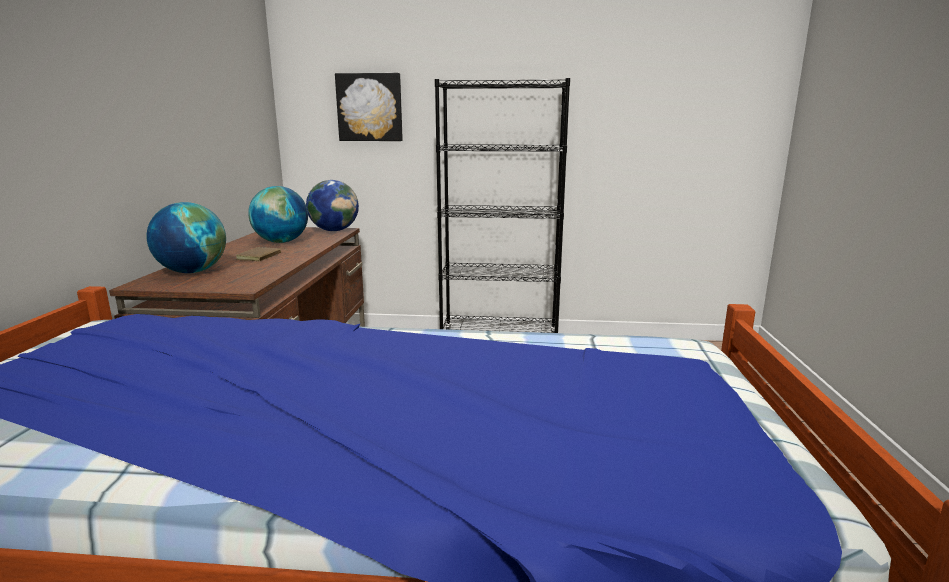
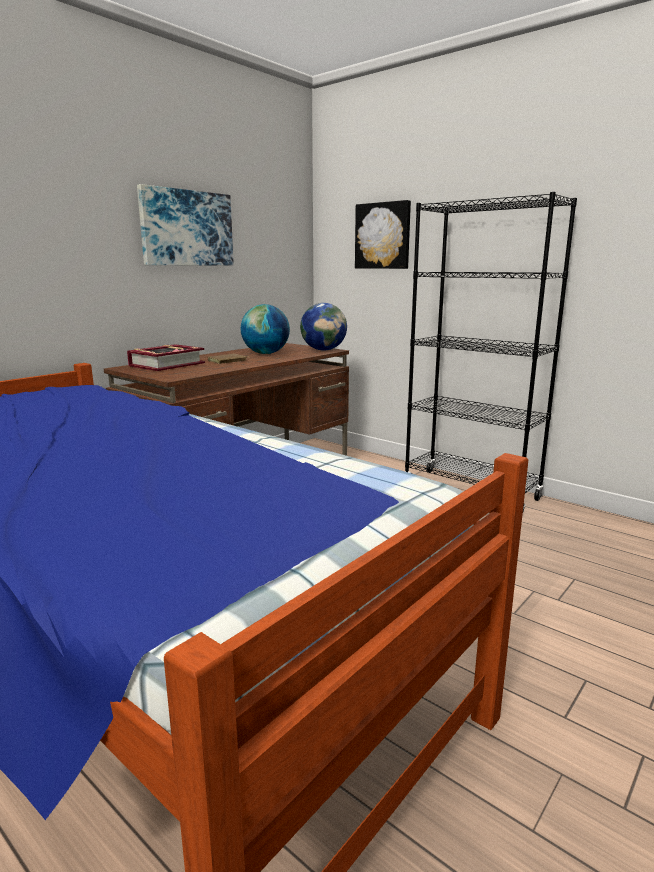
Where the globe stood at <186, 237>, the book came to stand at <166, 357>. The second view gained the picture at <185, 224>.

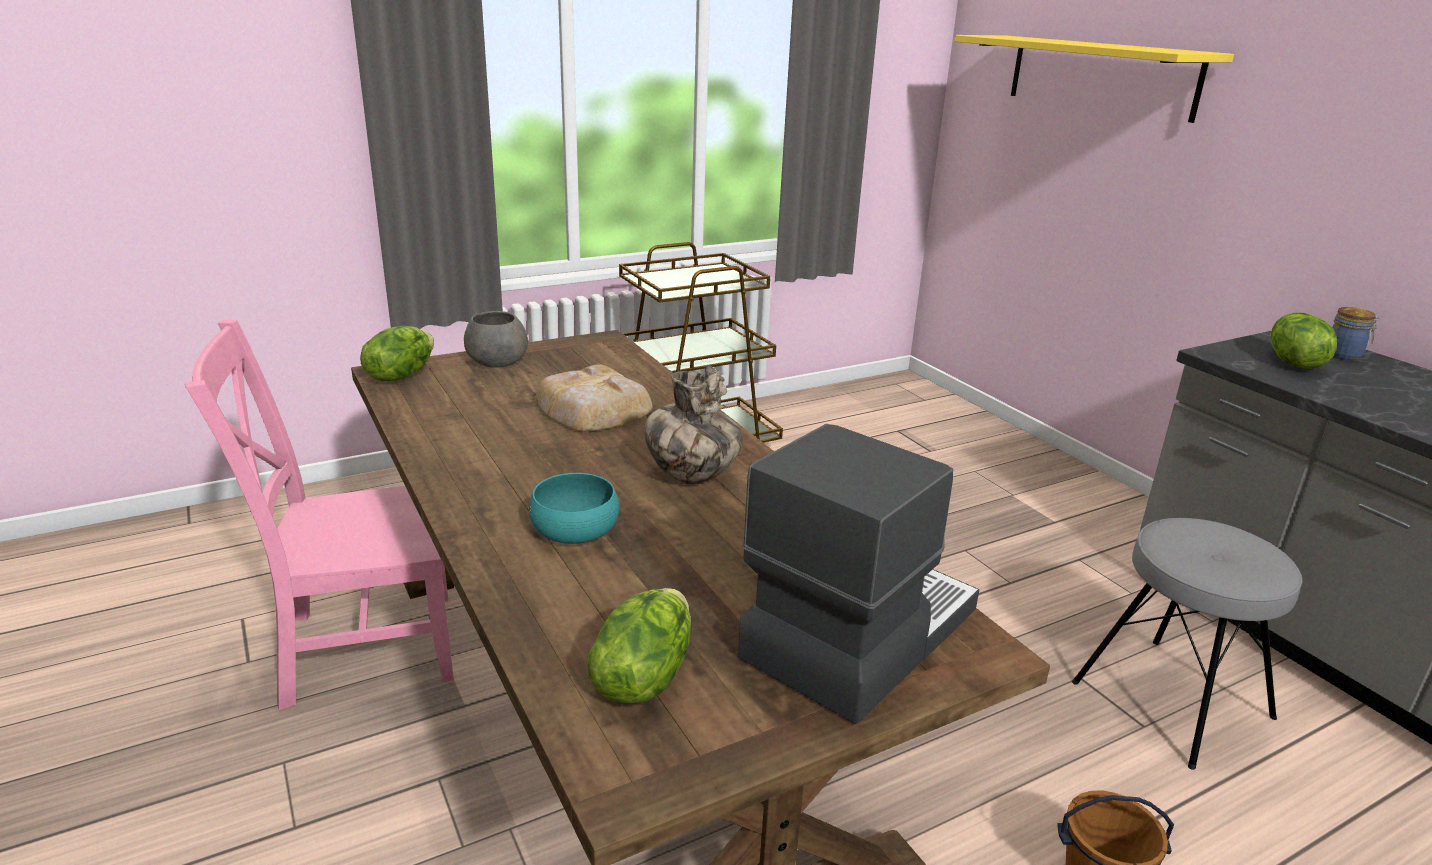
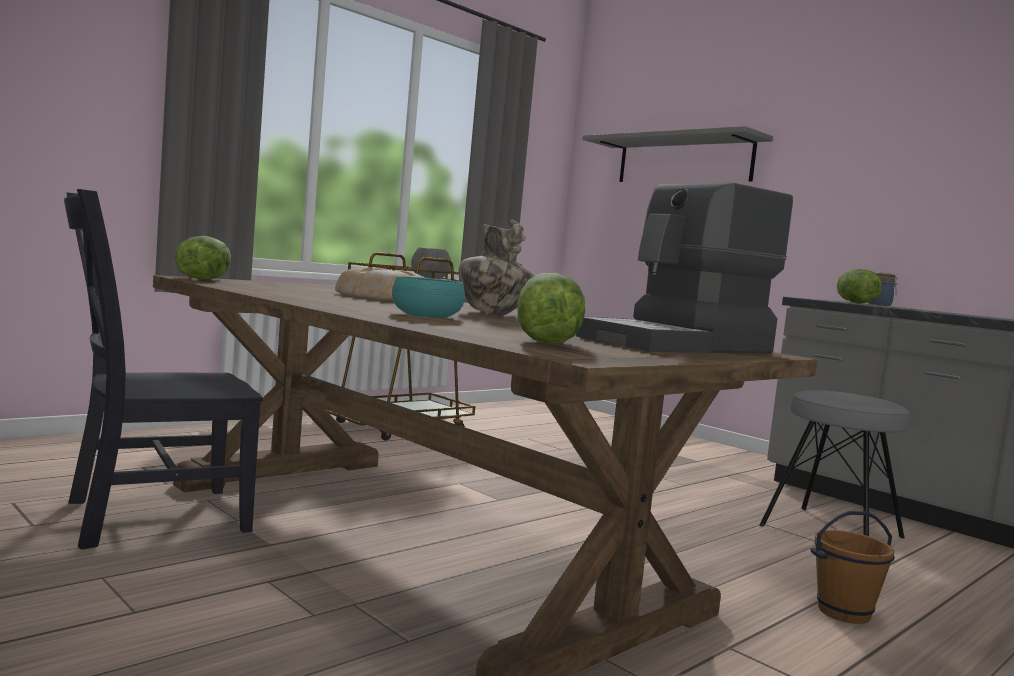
What was the chair (pink) at <319, 515> turned into the chair (black) at <163, 369>. The bowl (grey) ended up elsewhere, having gone from <496, 339> to <431, 262>. The coffee machine at <858, 574> ended up facing another way, 150 degrees counterclockwise from before. What was the shelf (yellow) at <1094, 79> turned into the shelf (grey) at <678, 154>.

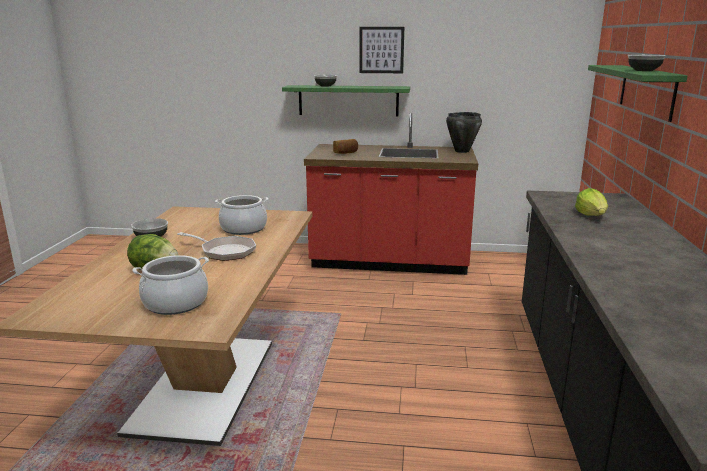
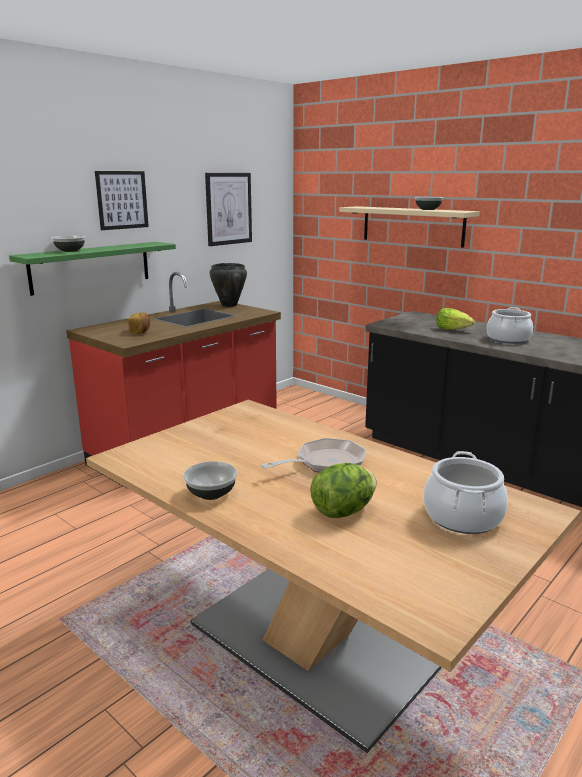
The second view gained the picture at <228, 209>. What was the shelf (green) at <637, 93> turned into the shelf (beige) at <409, 227>. The cooking pot ended up elsewhere, having gone from <241, 215> to <510, 325>.

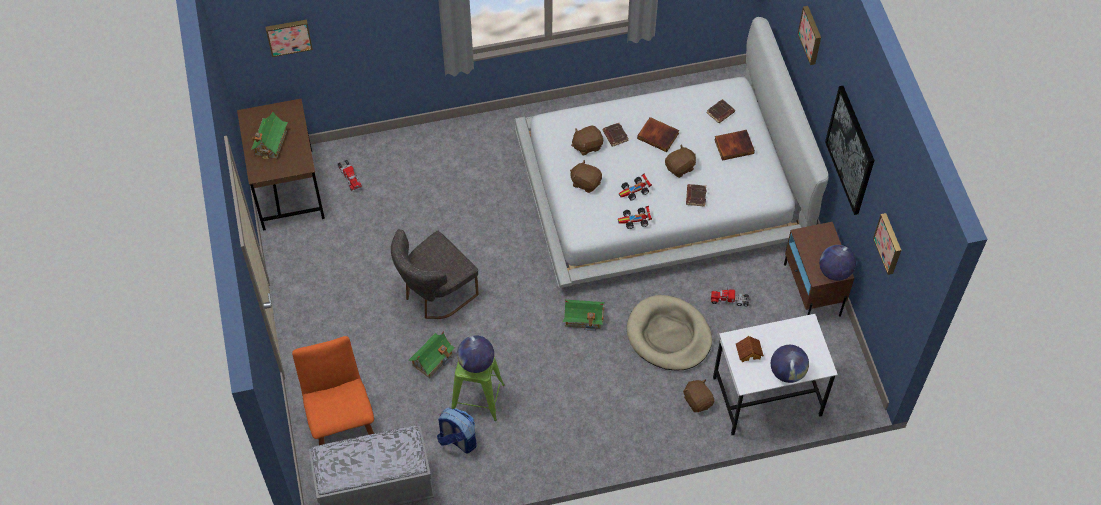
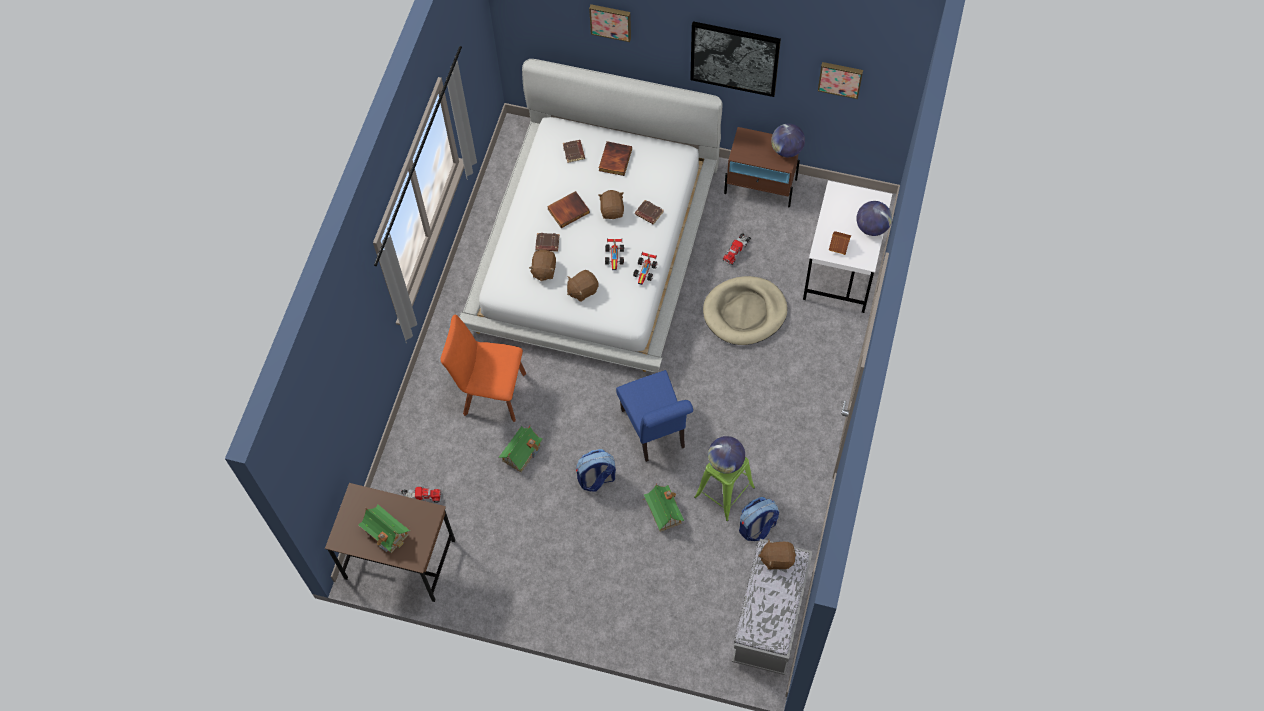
The chair (orange) ended up elsewhere, having gone from <333, 390> to <483, 368>. The toy house ended up elsewhere, having gone from <584, 315> to <520, 449>. Where the chair (grey) stood at <435, 274>, the backpack came to stand at <596, 470>. The second view gained the chair (blue) at <654, 416>. The plush toy (brown) ended up elsewhere, having gone from <698, 395> to <777, 554>. The second view lost the picture at <289, 38>.

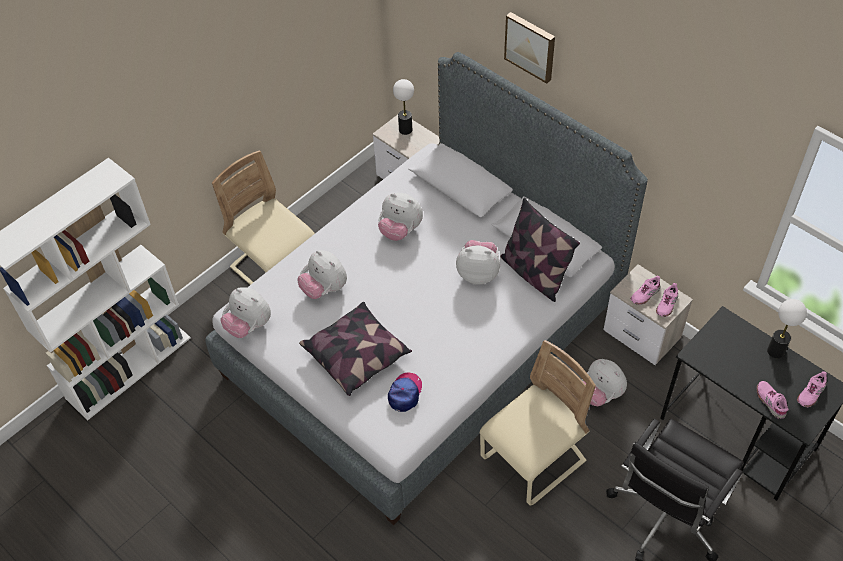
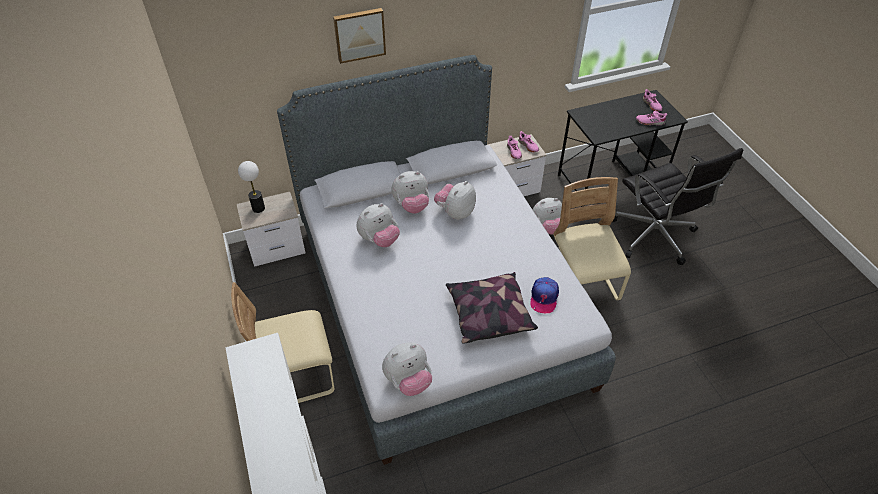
The plush toy ended up elsewhere, having gone from <322, 274> to <410, 192>. The cap at <405, 392> ended up facing another way, 120 degrees counterclockwise from before. The second view lost the pillow at <540, 250>. The second view lost the table lamp at <787, 328>.

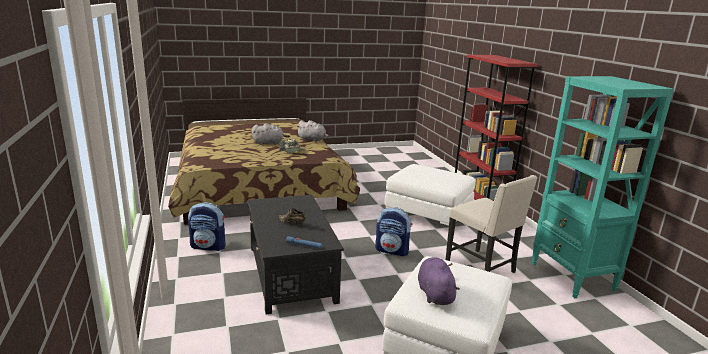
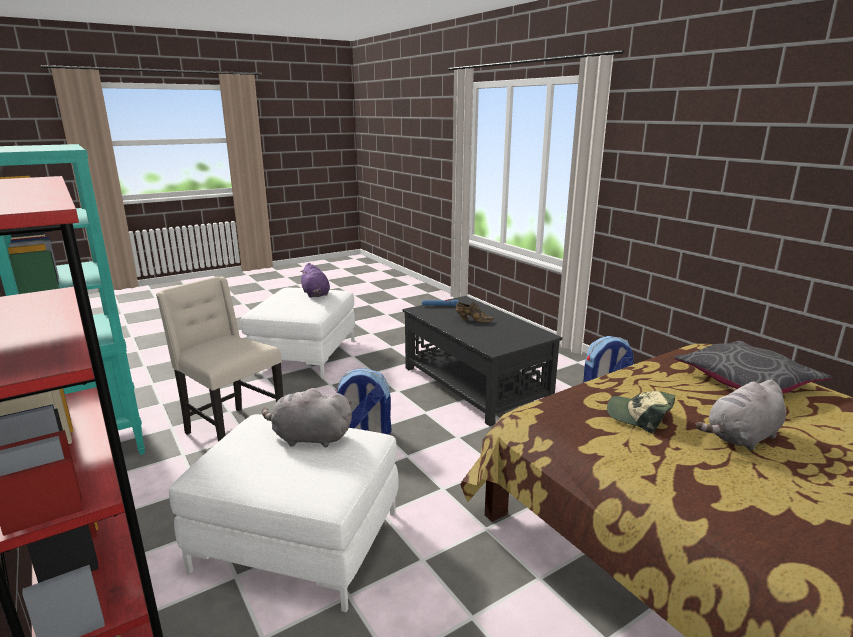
The plush toy (grey) ended up elsewhere, having gone from <313, 131> to <307, 417>. The second view gained the pillow (grey) at <753, 367>.

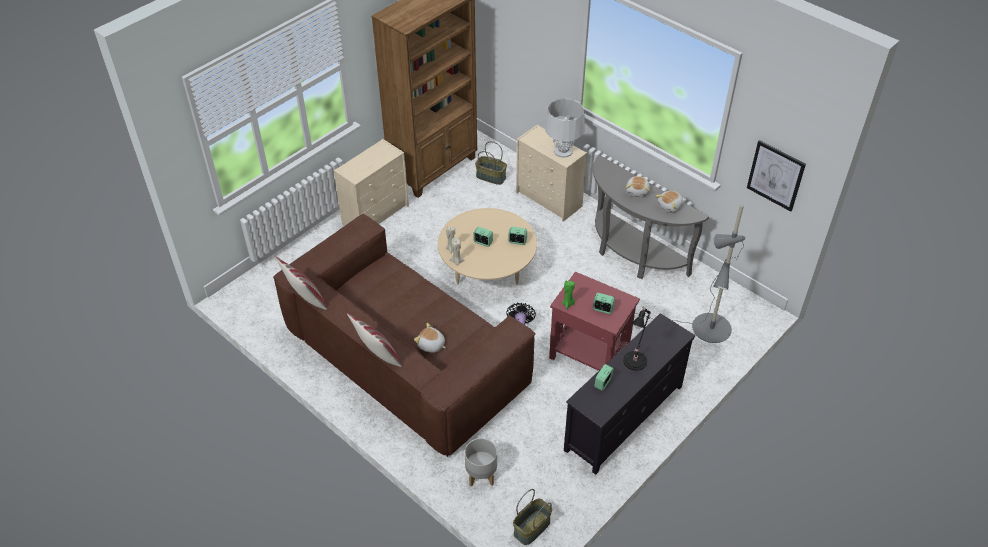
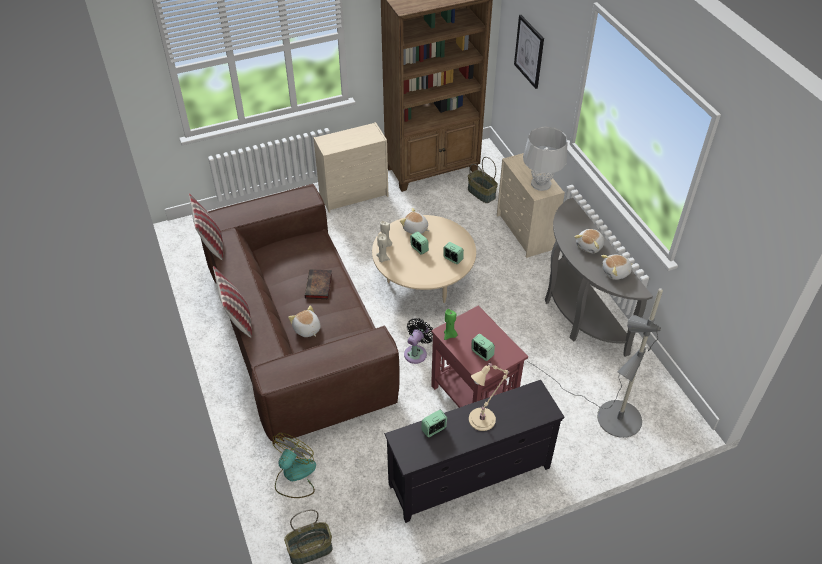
Where the planter (grey) stood at <481, 462>, the fan came to stand at <294, 465>. The second view gained the book at <318, 284>. The second view gained the plush toy at <414, 221>. What was the table lamp (black) at <637, 339> turned into the table lamp (beige) at <489, 396>. The picture ended up elsewhere, having gone from <776, 176> to <529, 52>.

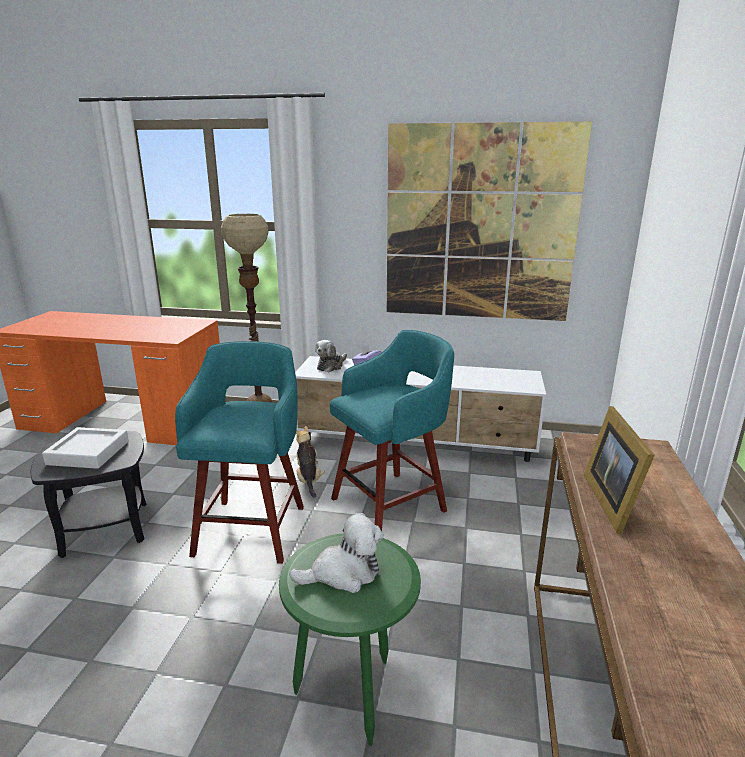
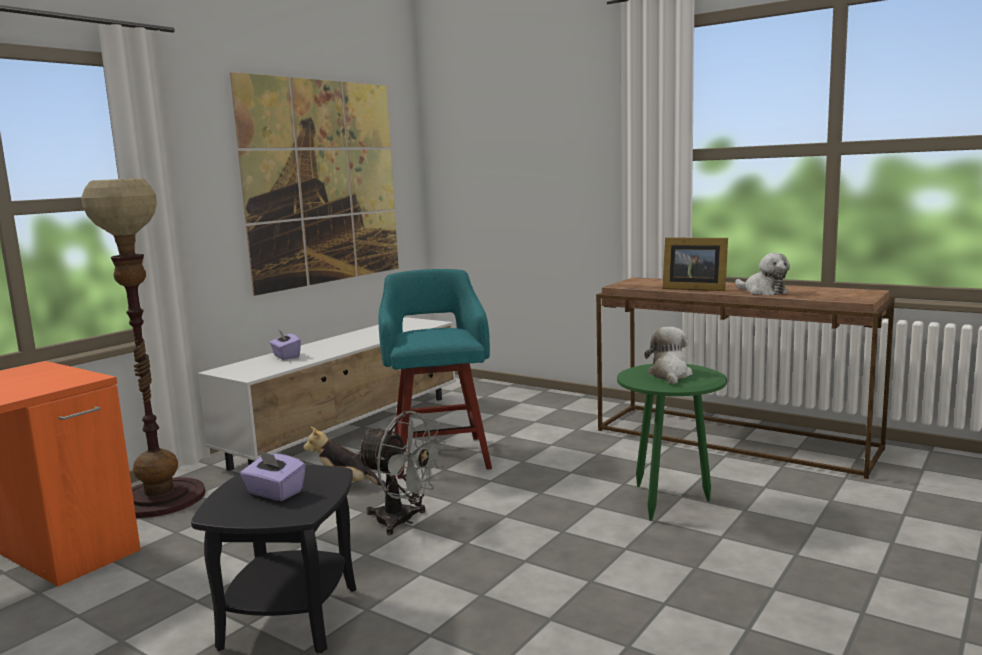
Where the tray (grey) stood at <85, 448>, the tissue box (purple) came to stand at <273, 475>. Where the stool (turquoise) stood at <239, 452>, the fan (grey) came to stand at <401, 473>. The plush toy ended up elsewhere, having gone from <331, 356> to <762, 274>.

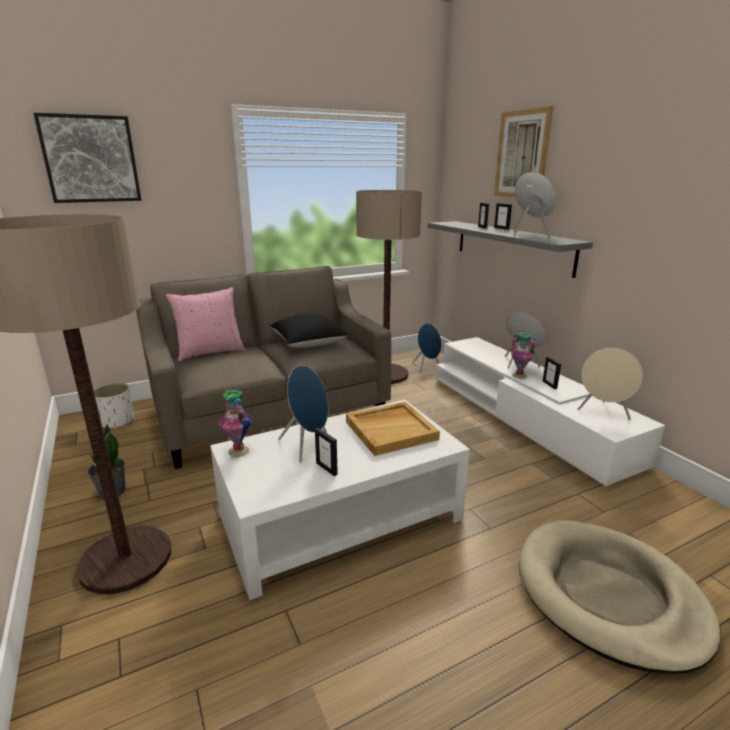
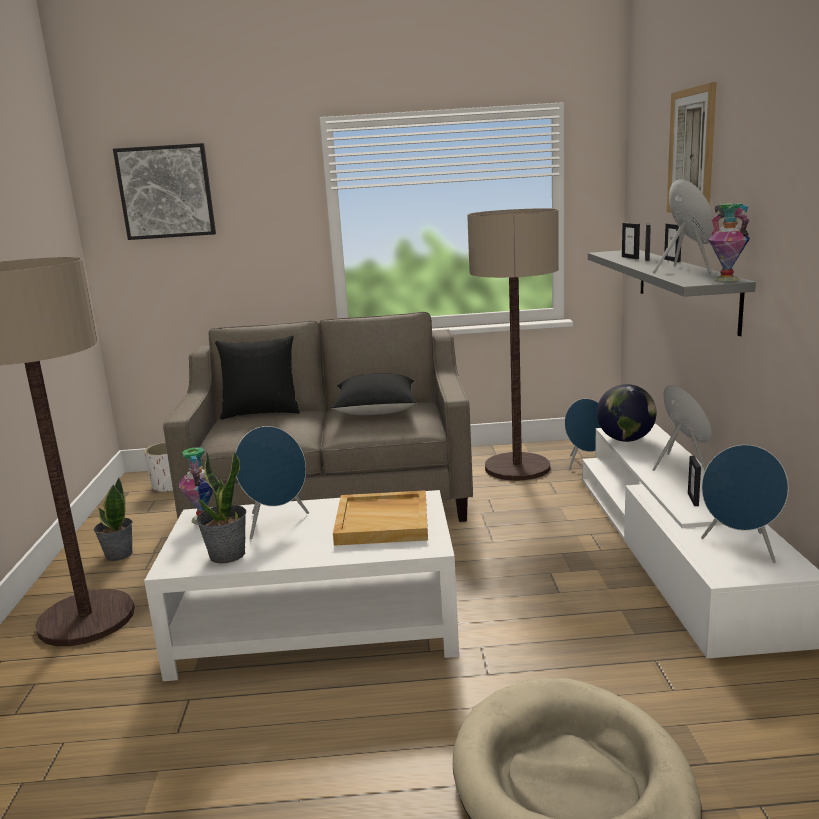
The second view gained the potted plant at <221, 507>. What was the pillow (pink) at <205, 324> turned into the pillow (black) at <257, 377>. The second view gained the globe at <627, 413>. The picture frame ended up elsewhere, having gone from <326, 452> to <631, 241>. What was the speaker (beige) at <610, 384> turned into the speaker (blue) at <745, 504>. The vase ended up elsewhere, having gone from <523, 356> to <729, 242>.

